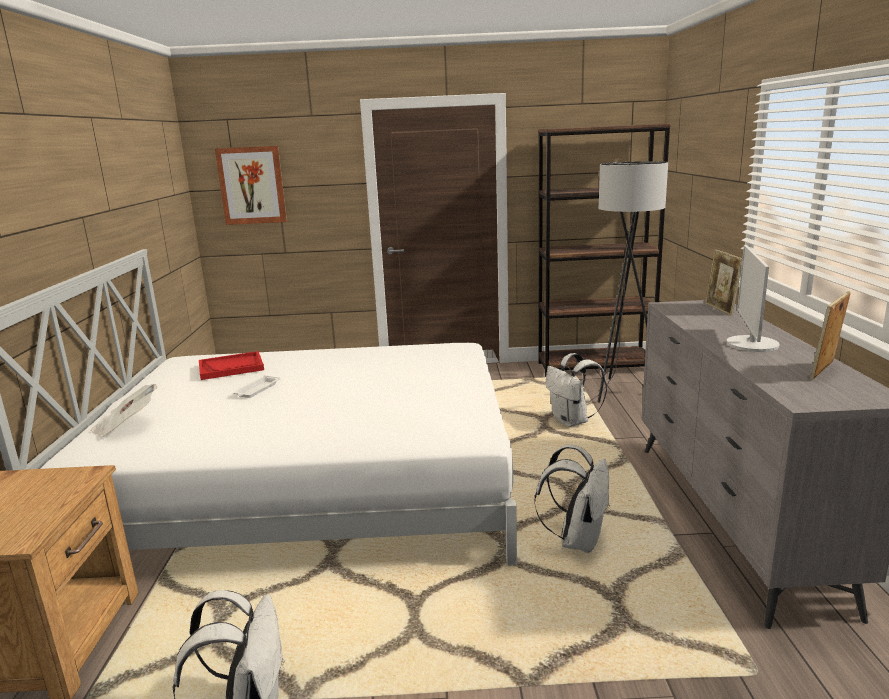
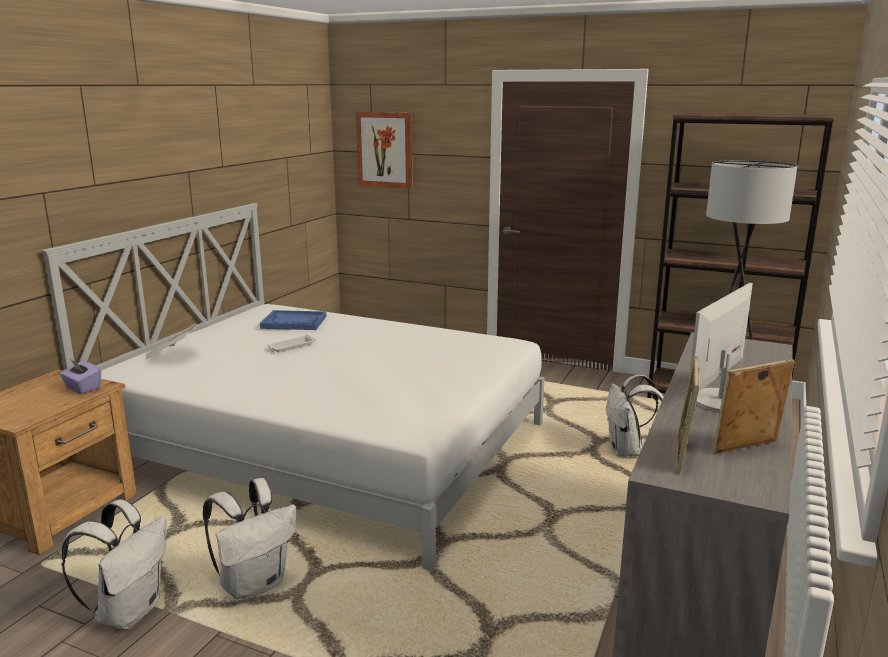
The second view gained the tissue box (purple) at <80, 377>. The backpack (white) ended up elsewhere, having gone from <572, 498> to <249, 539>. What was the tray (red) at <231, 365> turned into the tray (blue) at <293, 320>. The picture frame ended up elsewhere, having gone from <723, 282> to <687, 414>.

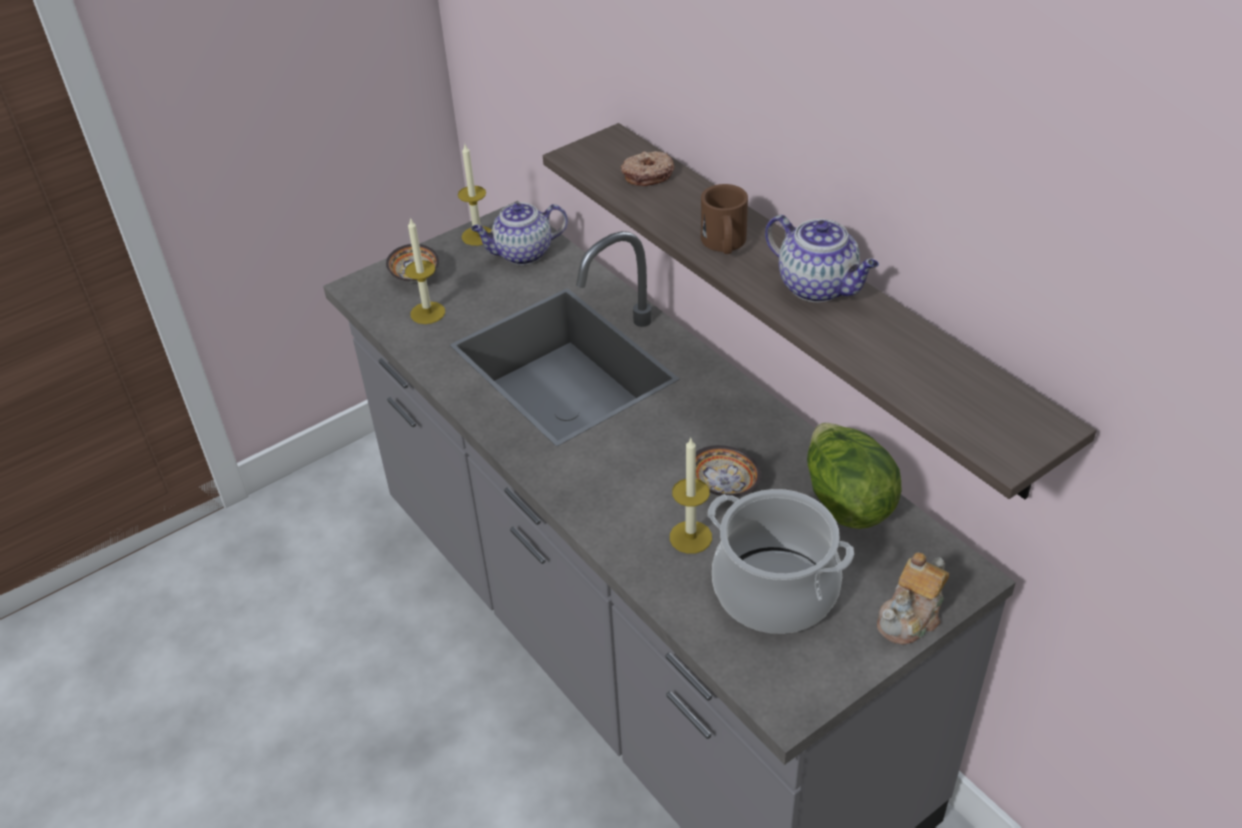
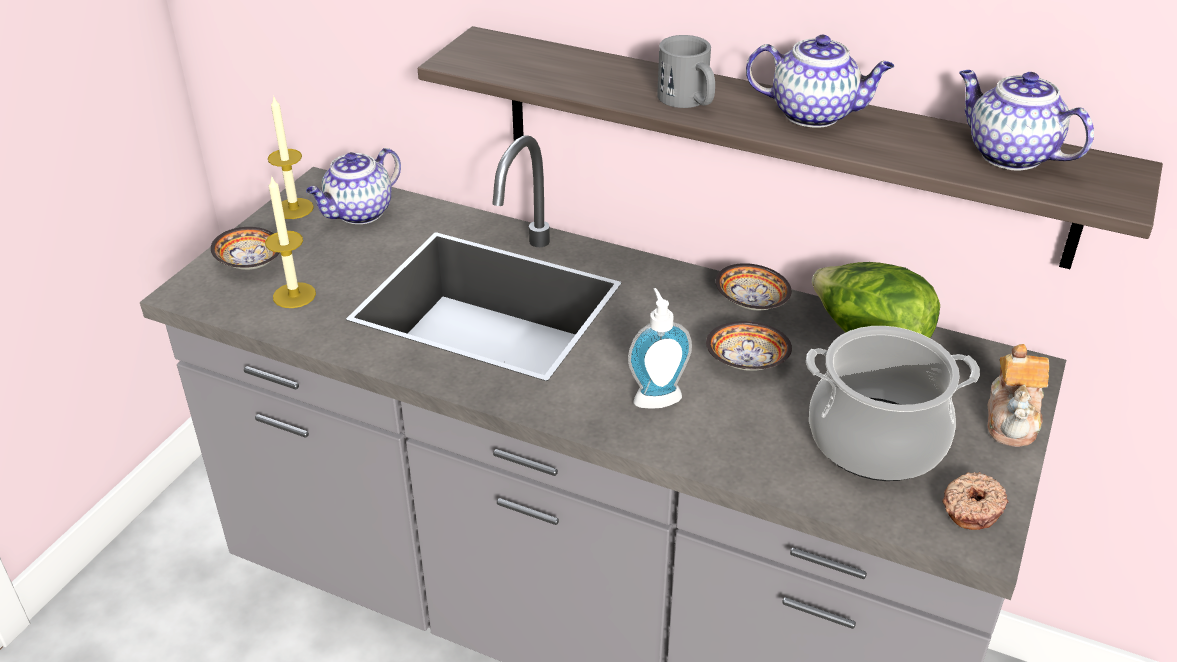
The second view gained the soap dispenser at <660, 348>. What was the mug (brown) at <724, 219> turned into the mug (grey) at <686, 71>. The second view gained the bowl at <753, 286>. The donut ended up elsewhere, having gone from <647, 168> to <975, 501>. The second view gained the teapot at <1026, 120>. The second view lost the candle at <691, 496>.

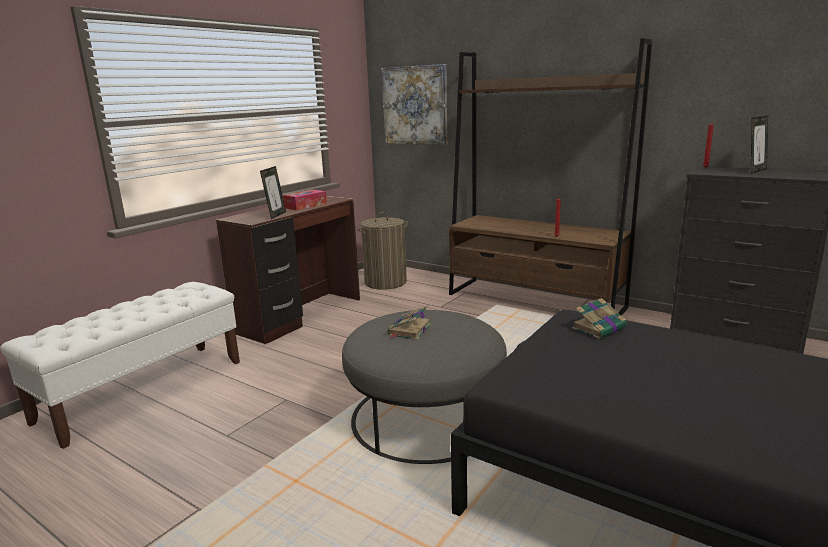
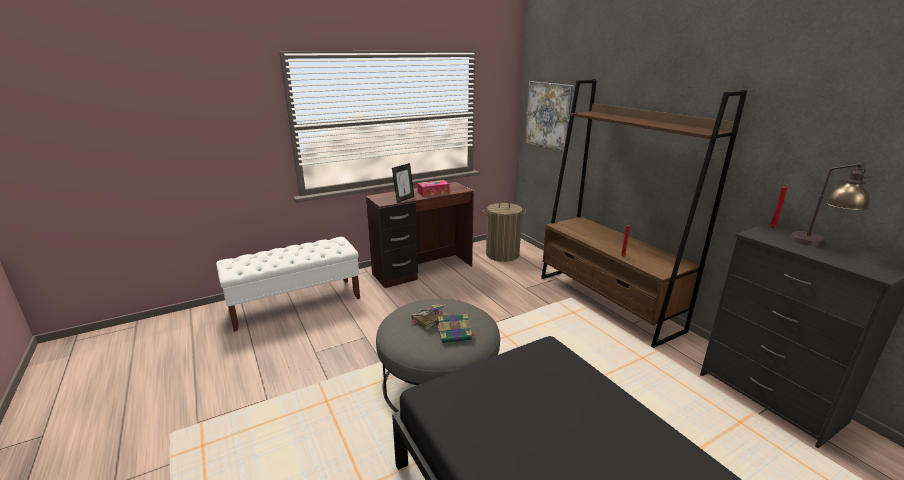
The book ended up elsewhere, having gone from <599, 318> to <457, 328>. Where the picture frame stood at <759, 145>, the table lamp came to stand at <831, 204>.

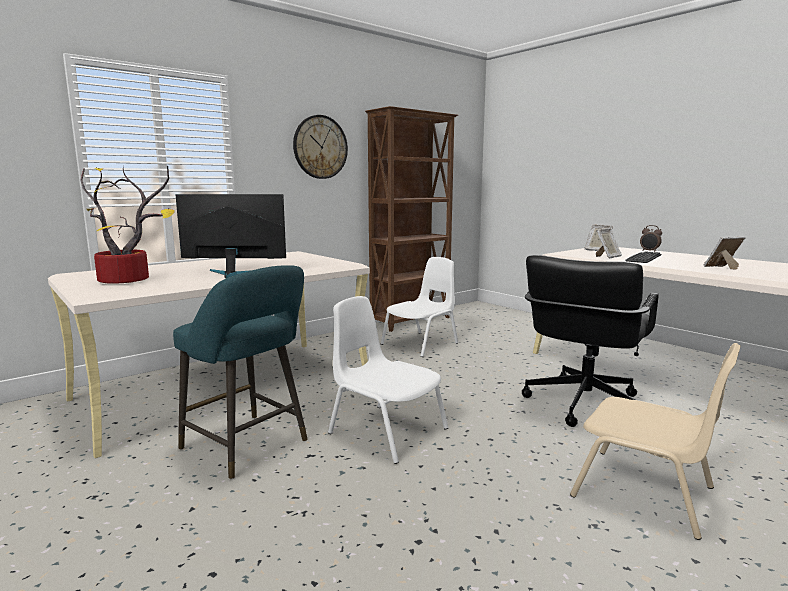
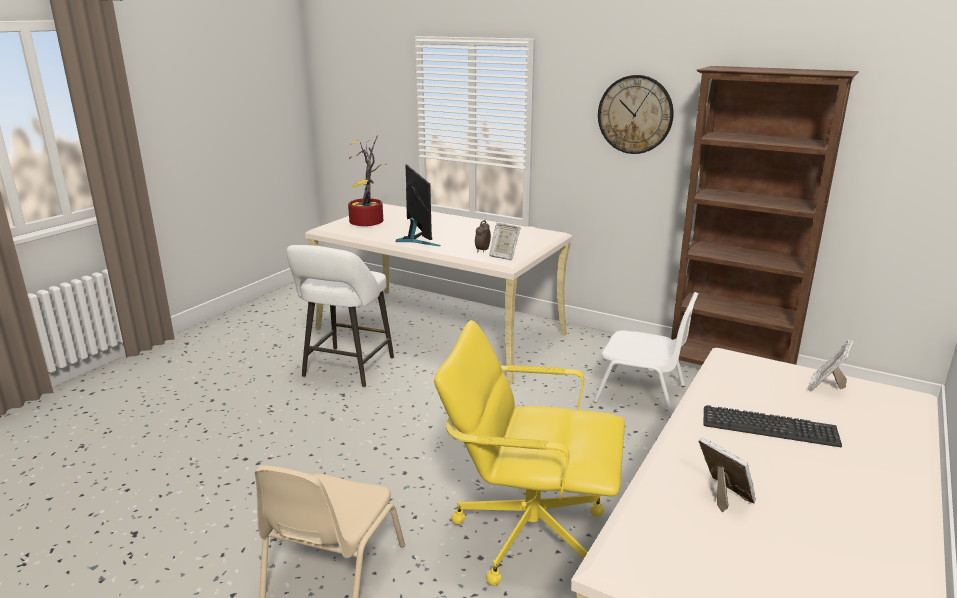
What was the stool (turquoise) at <240, 372> turned into the stool (white) at <340, 316>. What was the office chair (black) at <590, 341> turned into the office chair (yellow) at <529, 453>. The alarm clock ended up elsewhere, having gone from <651, 238> to <483, 236>. The picture frame ended up elsewhere, having gone from <609, 243> to <505, 241>. The second view lost the chair (white) at <388, 380>.

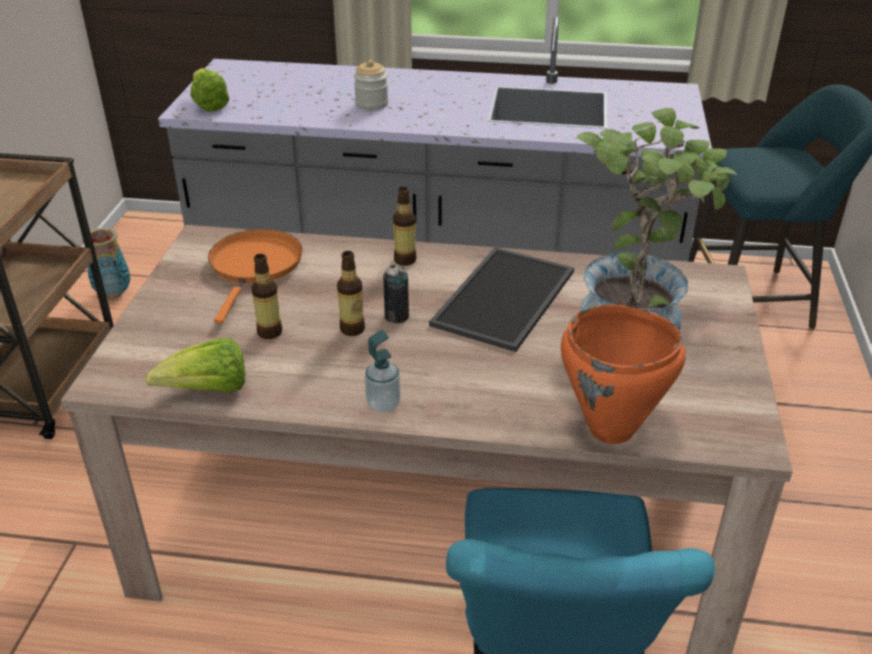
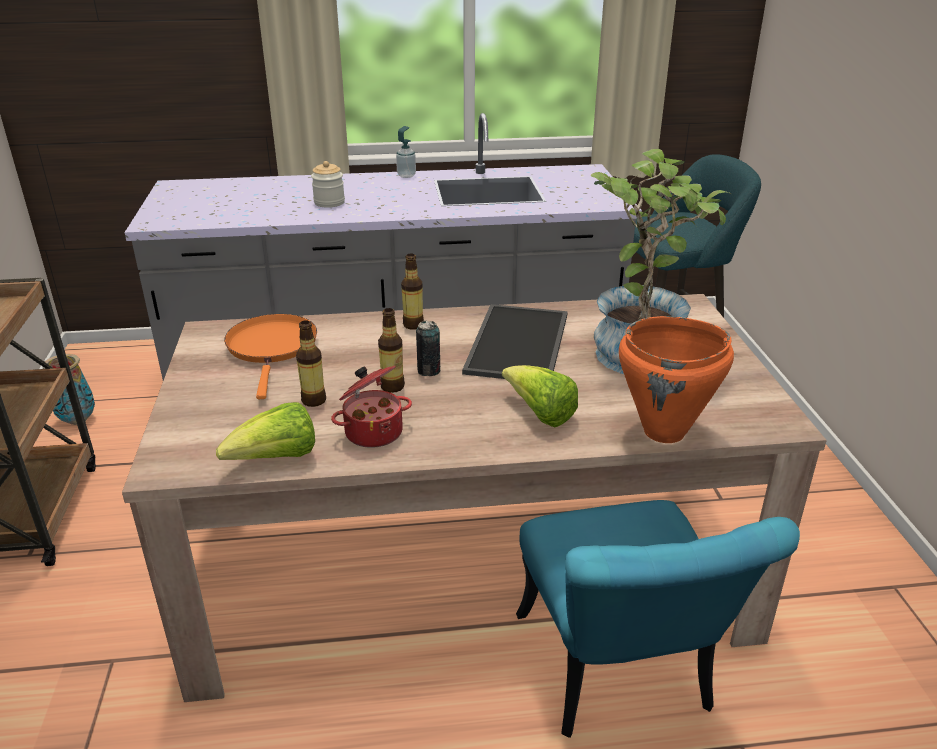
The second view gained the cooking pot at <371, 407>. The soap dispenser ended up elsewhere, having gone from <383, 371> to <406, 152>. The lettuce ended up elsewhere, having gone from <209, 90> to <540, 396>.

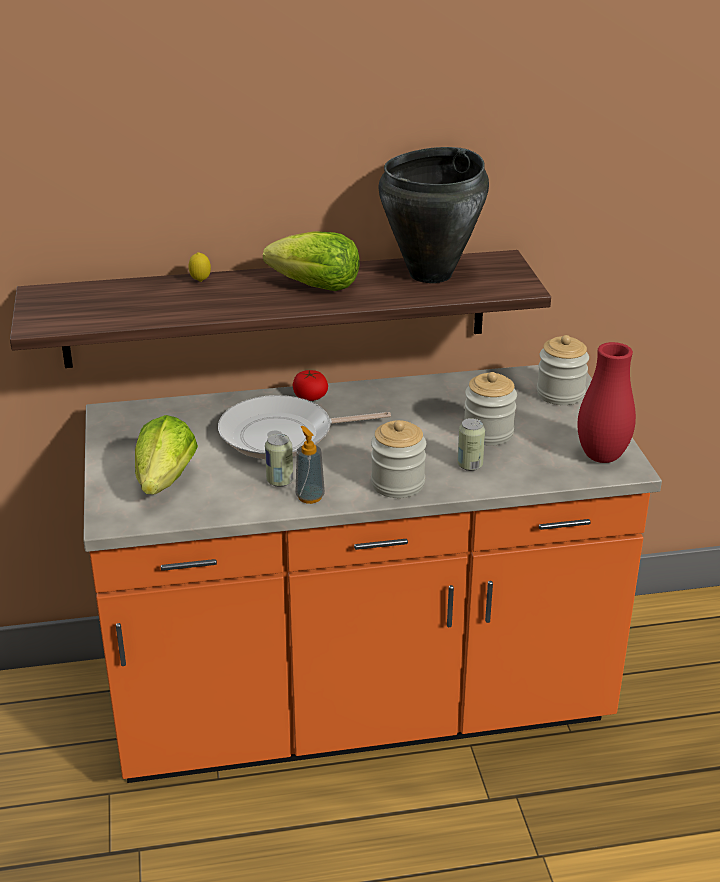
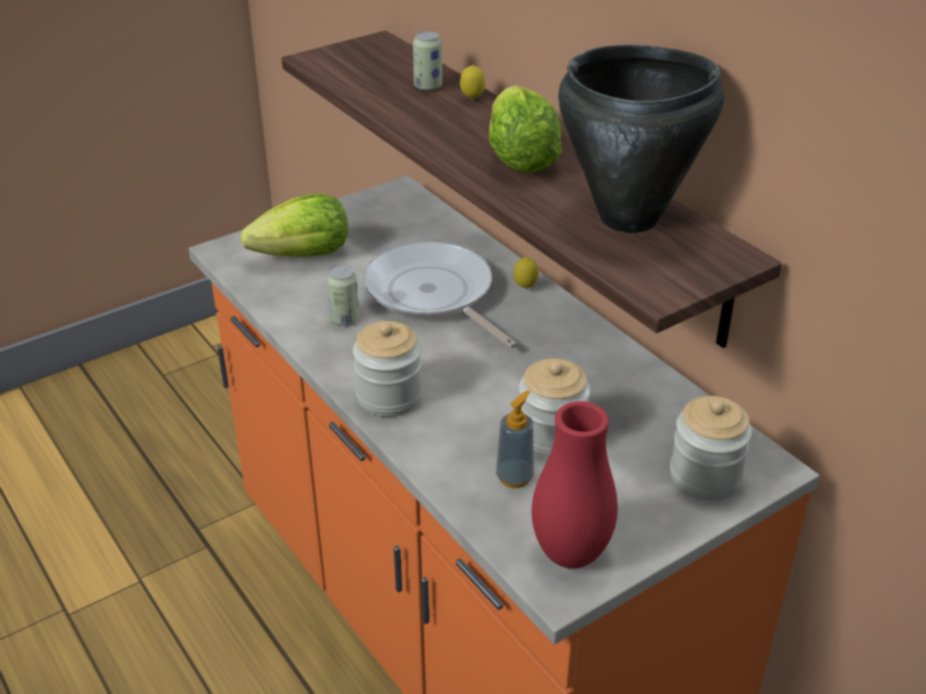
The can ended up elsewhere, having gone from <471, 444> to <427, 61>. The soap dispenser ended up elsewhere, having gone from <310, 465> to <515, 439>. Where the tomato stood at <310, 385>, the lemon came to stand at <526, 272>.

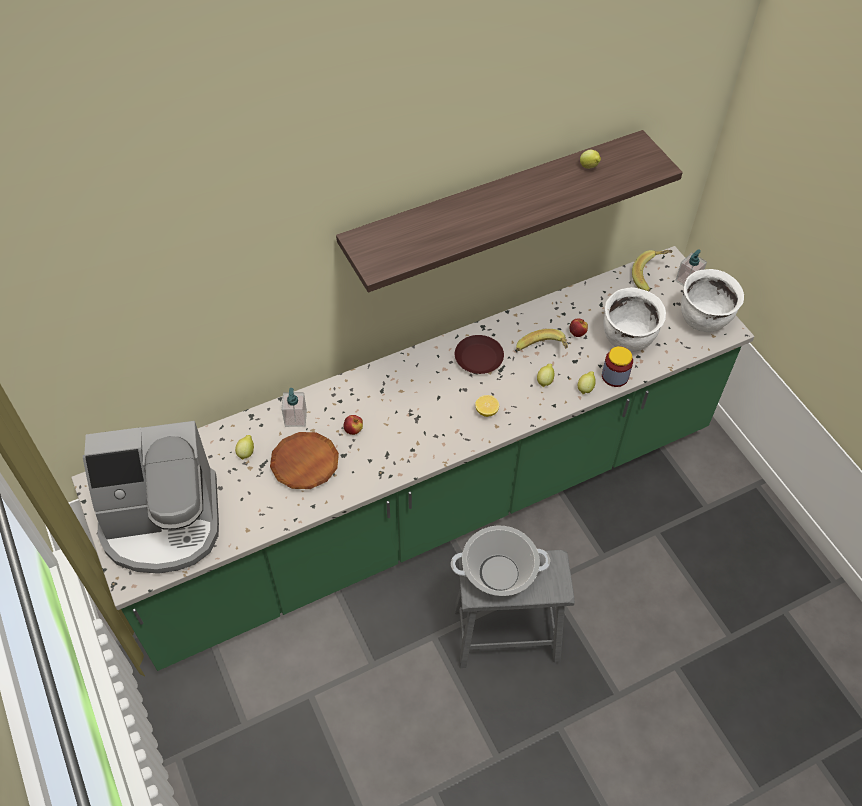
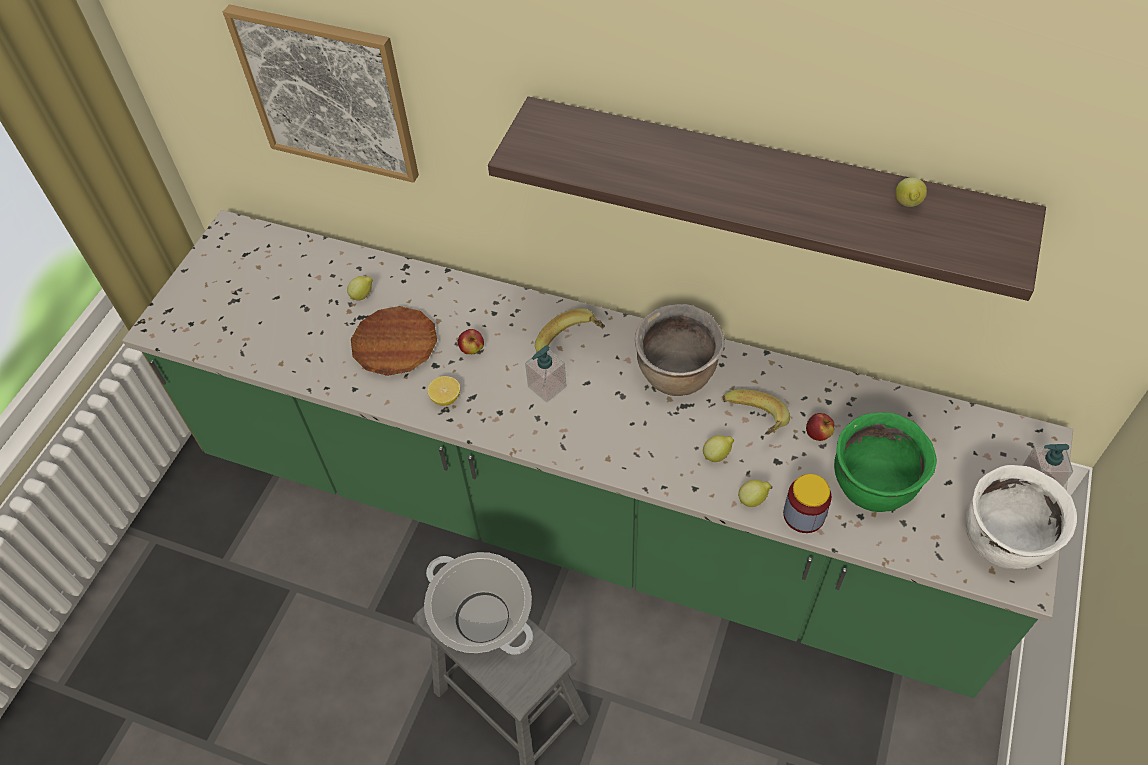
The second view gained the picture at <321, 93>. The lemon ended up elsewhere, having gone from <487, 406> to <443, 391>. The soap dispenser ended up elsewhere, having gone from <294, 407> to <546, 374>. The banana ended up elsewhere, having gone from <652, 271> to <570, 330>. Where the plate (brown) stood at <479, 354>, the cooking pot (brown) came to stand at <679, 350>. What was the cooking pot (white) at <634, 319> turned into the cooking pot (green) at <885, 462>. The second view lost the coffee machine at <151, 497>.

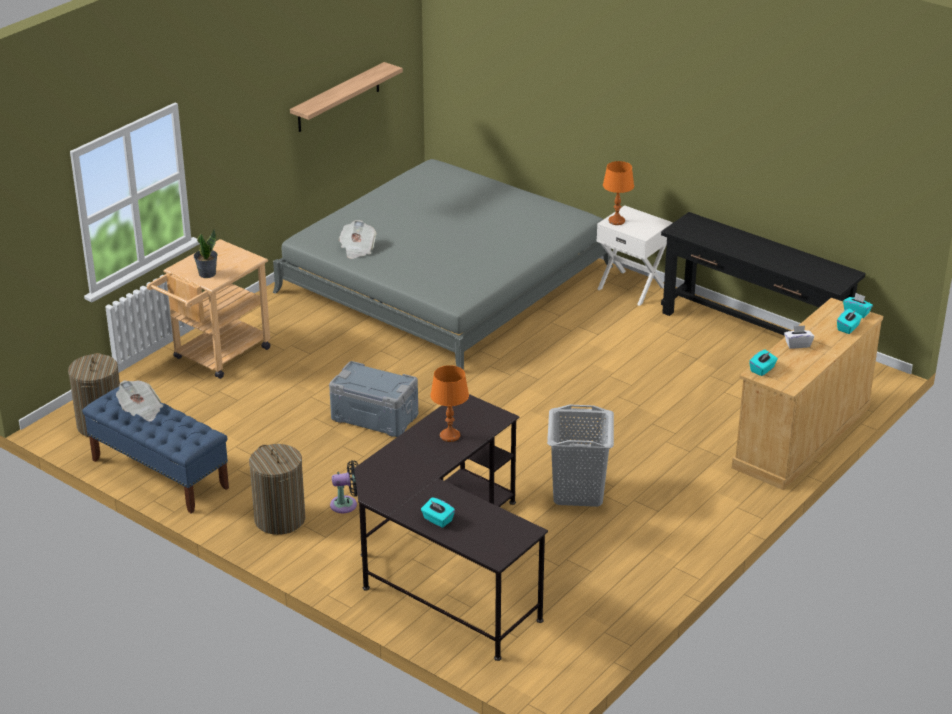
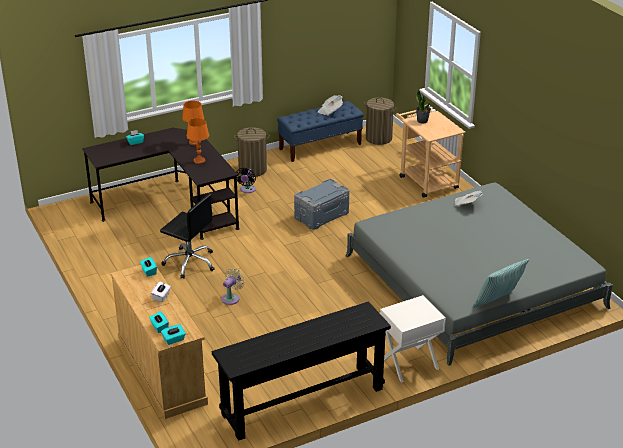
Where the laundry basket (grey) stood at <580, 456>, the office chair (black) came to stand at <187, 236>. The table lamp (orange) ended up elsewhere, having gone from <618, 193> to <193, 123>. The second view gained the fan (beige) at <233, 286>. The second view gained the pillow at <500, 283>. The second view lost the shelf at <346, 97>.

